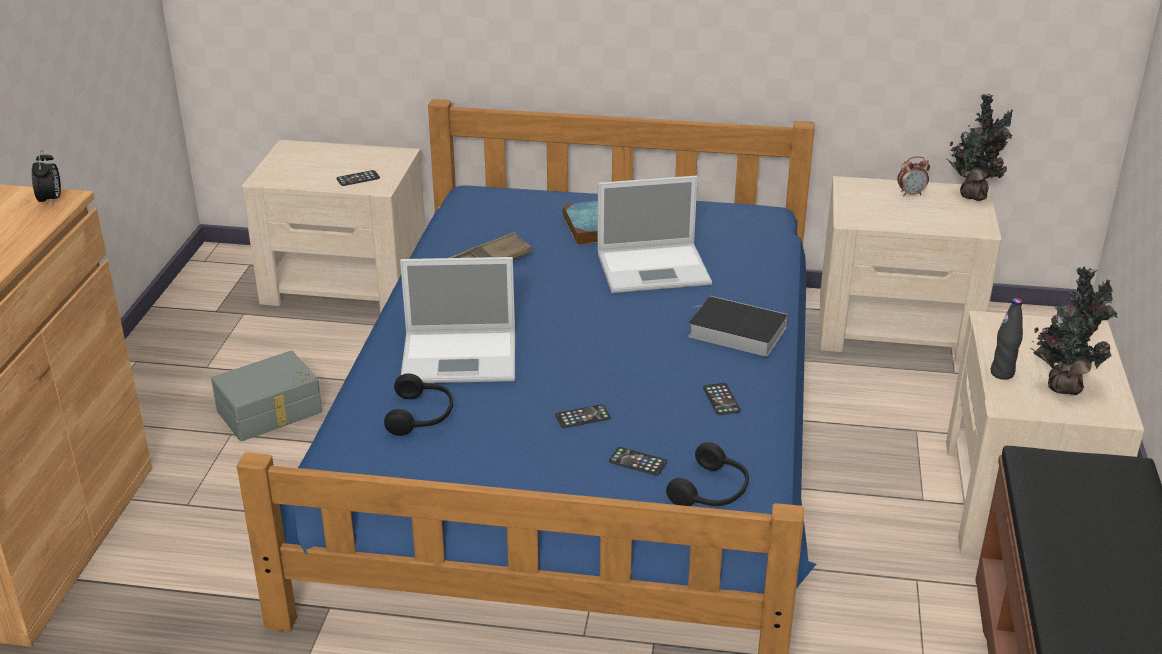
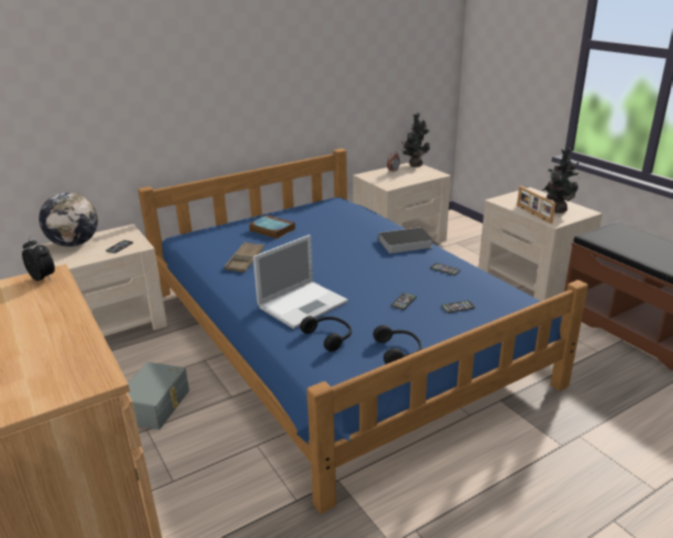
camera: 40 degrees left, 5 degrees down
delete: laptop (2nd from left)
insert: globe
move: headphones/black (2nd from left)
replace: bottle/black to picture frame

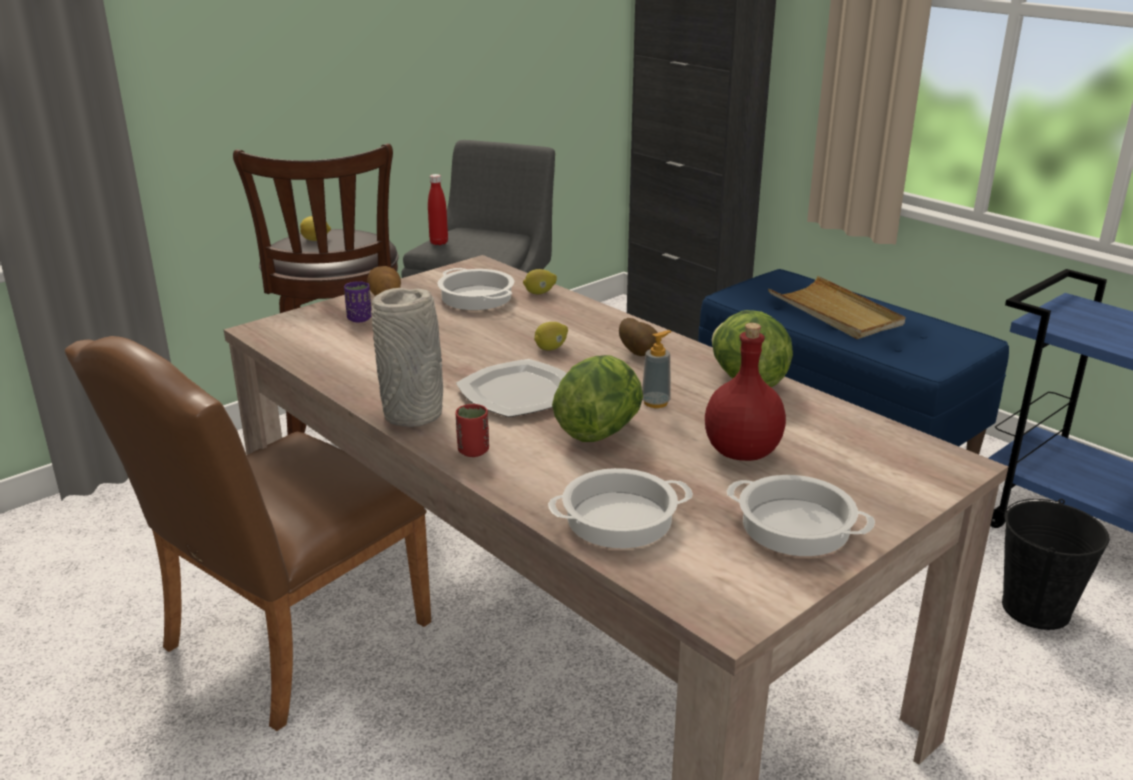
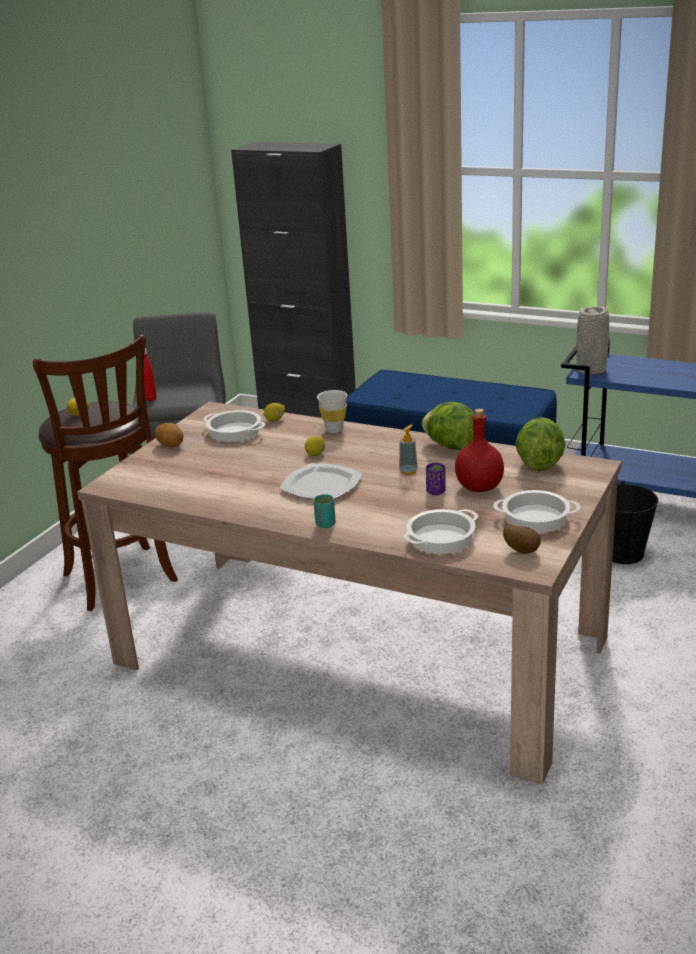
camera: 20 degrees left, 0 degrees up
delete: chair/brown; tray/beige
insert: cup/white
move: cup/purple; vase/grey; lettuce (1st from left in the first image) to lettuce (2nd from left); potato (2nd from left)
recolor: cup/red to cup/turquoise

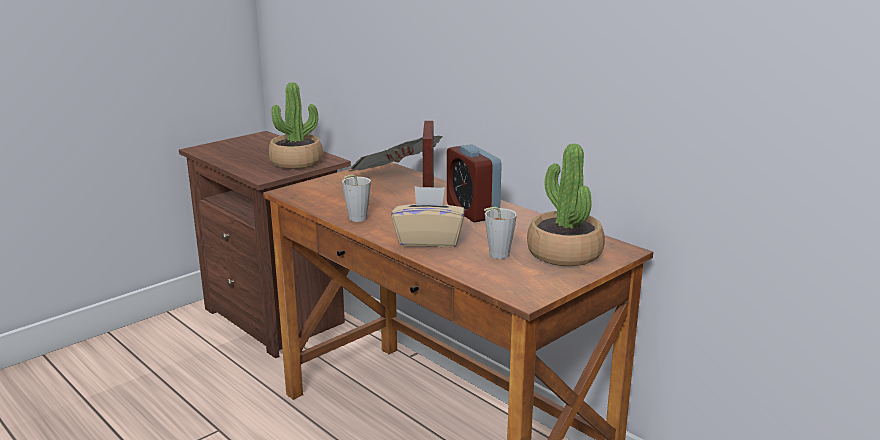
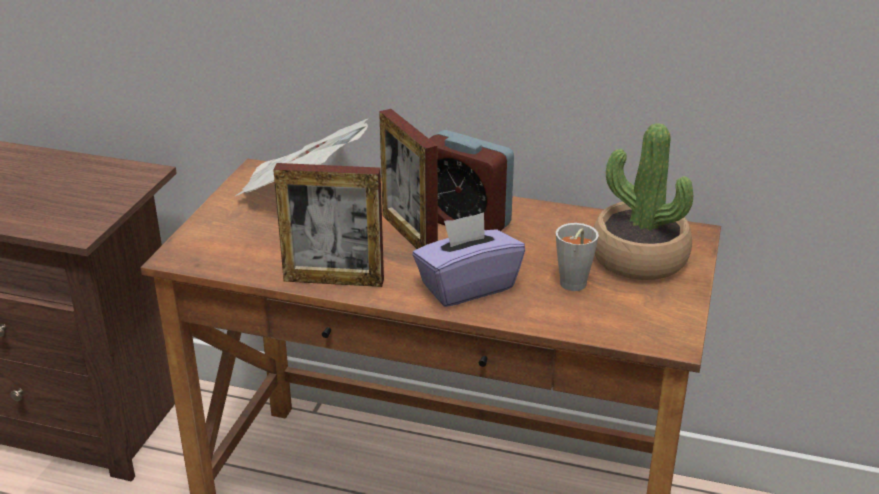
camera: 30 degrees left, 10 degrees up
delete: potted plant (1st from left)
replace: cup/grey (1st from left) to picture frame (1st from left)
recolor: tissue box/beige to tissue box/purple

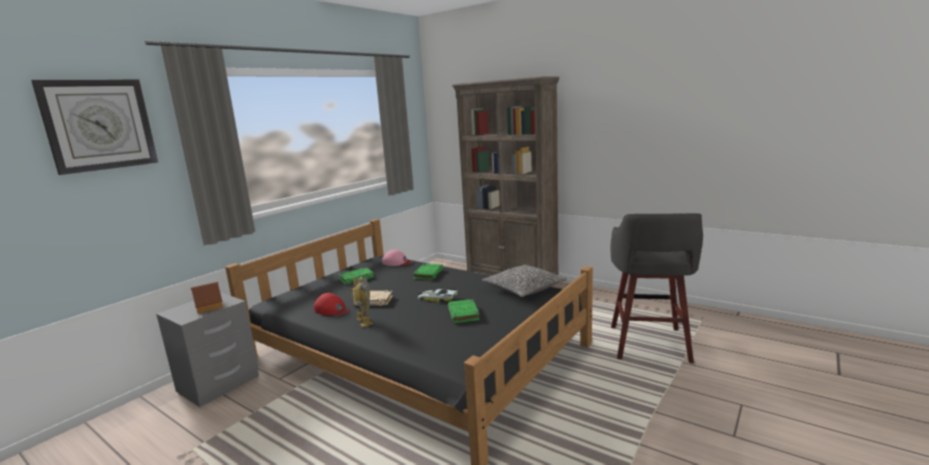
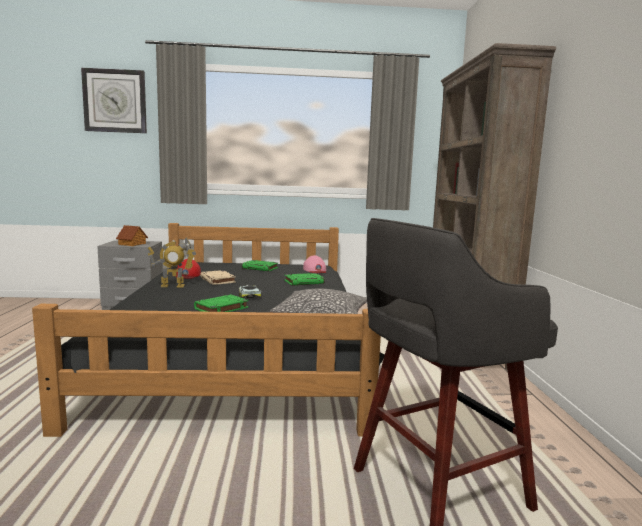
camera: 50 degrees right, 5 degrees down
rotate: toy robot 120 degrees counterclockwise

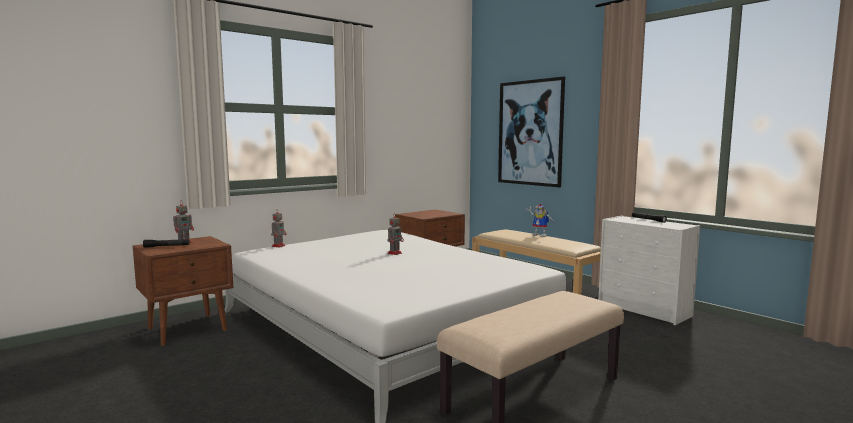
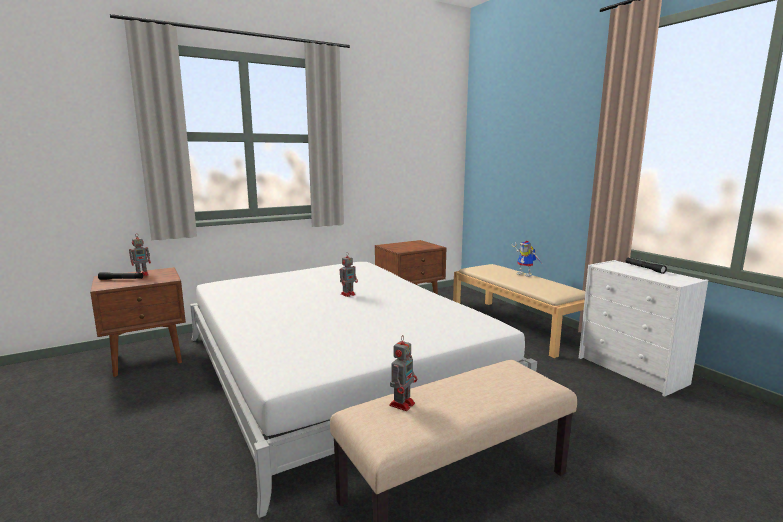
camera: 10 degrees right, 5 degrees up
delete: picture
move: toy robot (2nd from left in the first image) to toy robot (3rd from left)

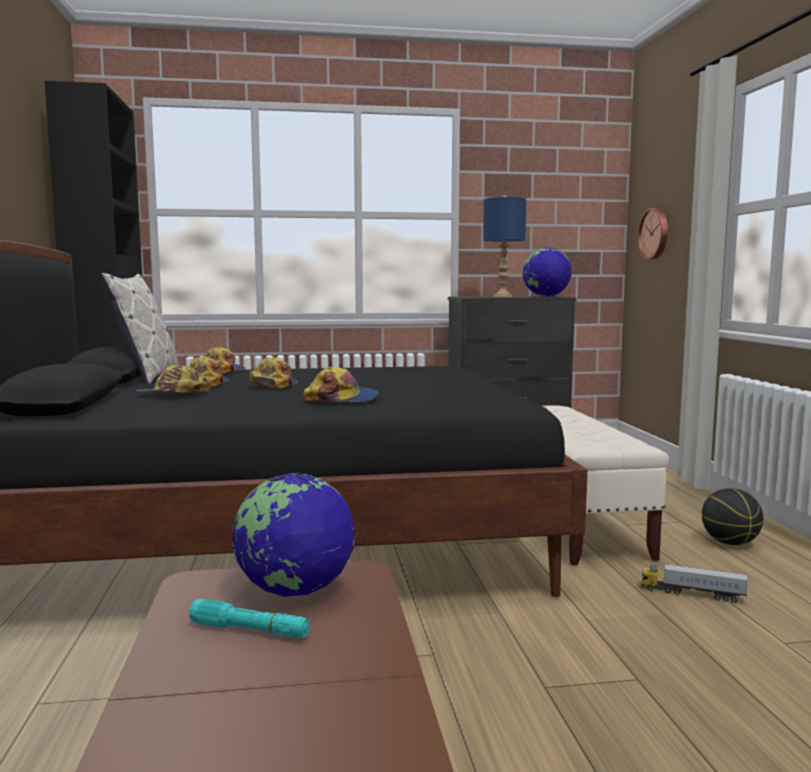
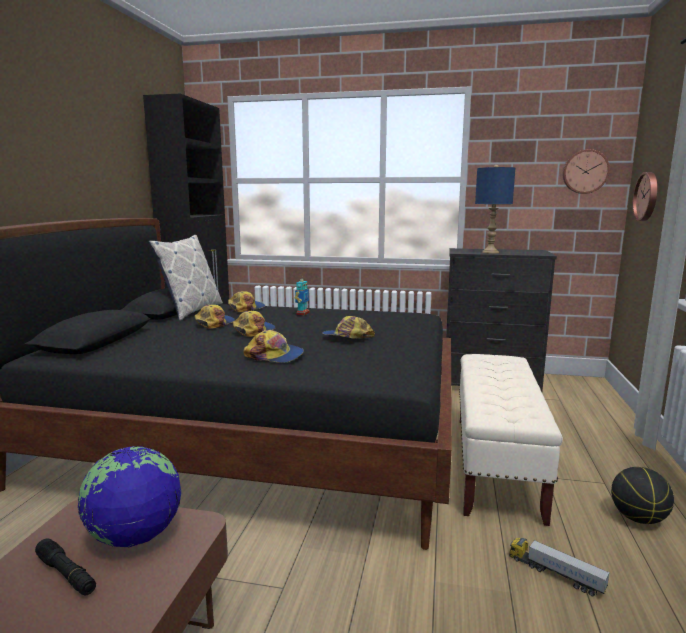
camera: 20 degrees right, 5 degrees up
delete: globe (2nd from left)
insert: toy robot; wall clock (1st from left)
move: cap (1st from left in the first image) to cap (5th from left)
recolor: flashlight/turquoise to flashlight/black

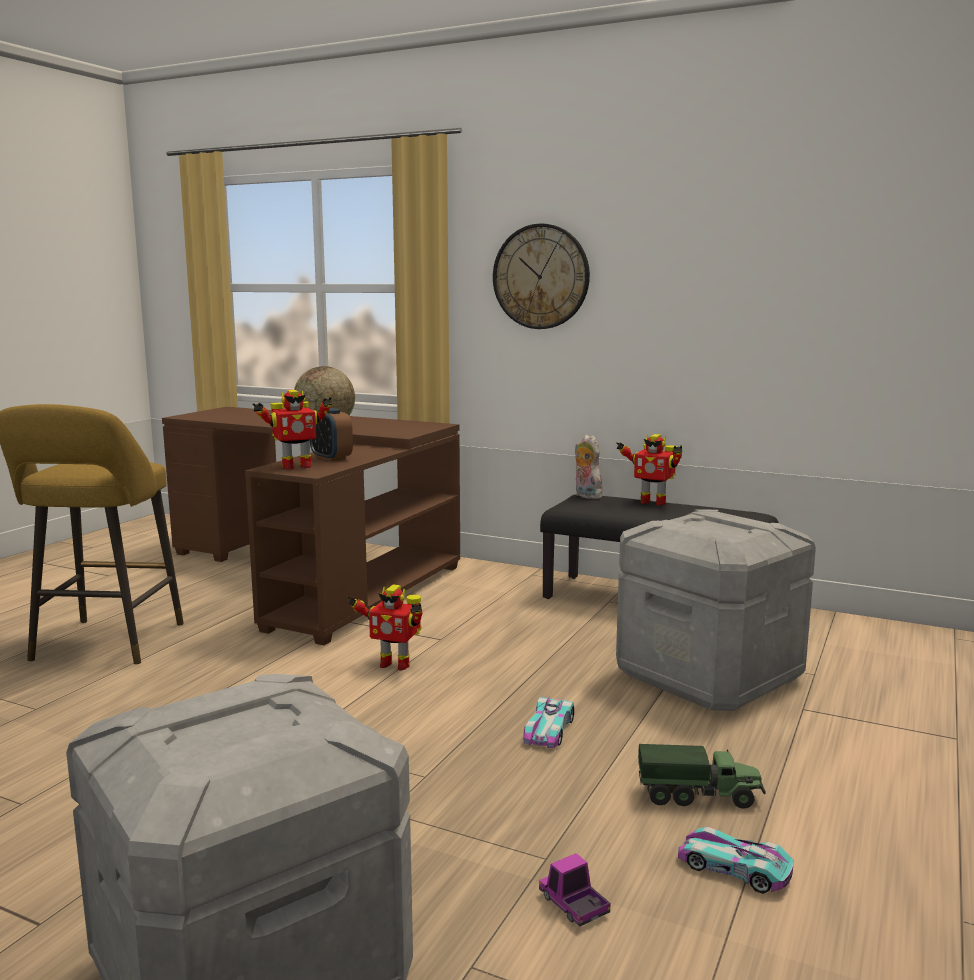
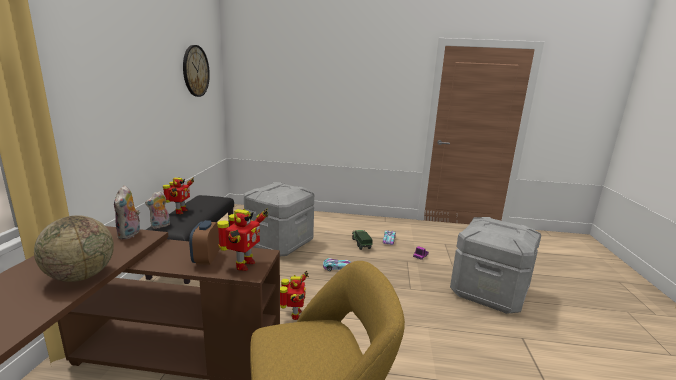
camera: 110 degrees left, 5 degrees up
insert: plush toy (1st from left)
move: wall clock
rotate: toy robot (1st from left in the first image) 60 degrees clockwise; alarm clock 150 degrees clockwise

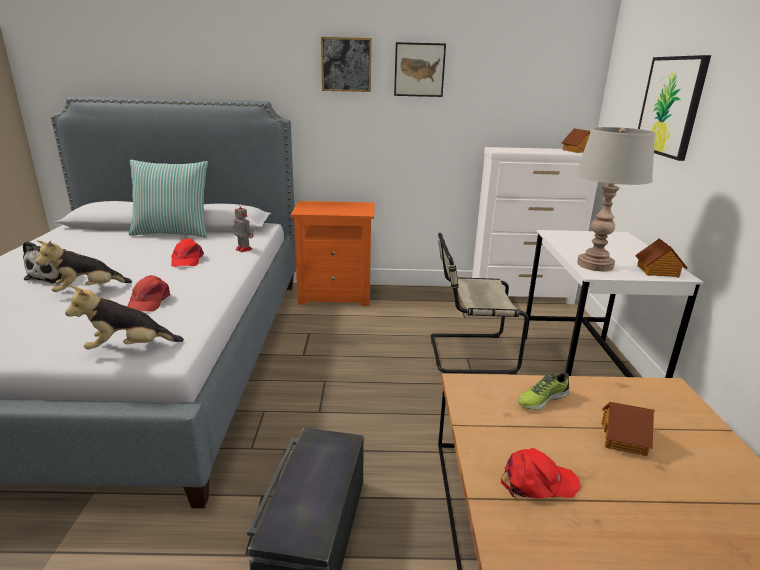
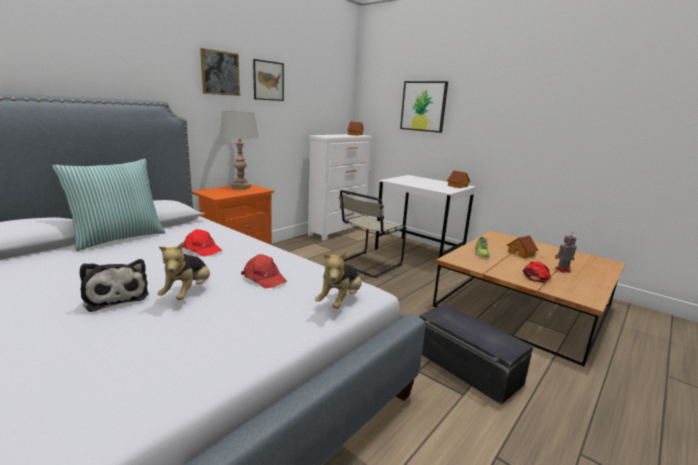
camera: 50 degrees left, 5 degrees down
move: toy robot; table lamp/grey

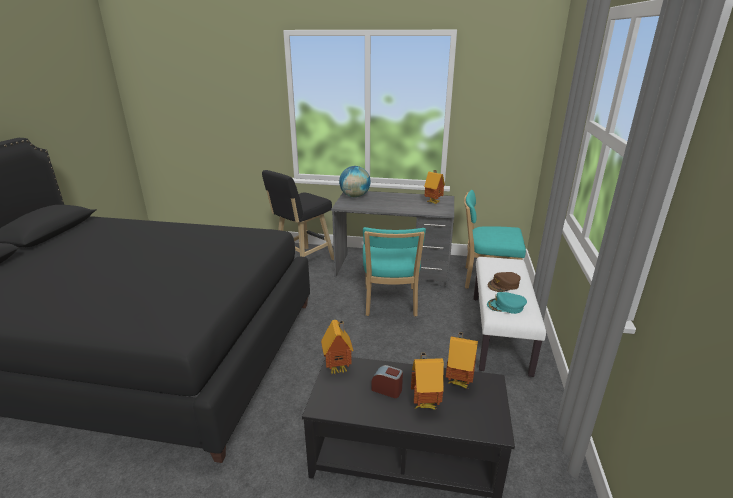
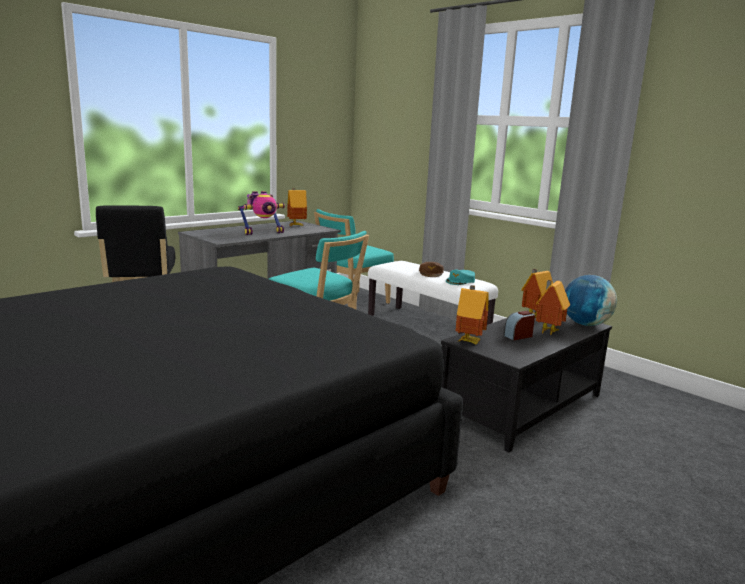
camera: 55 degrees left, 10 degrees down
insert: toy robot
move: globe

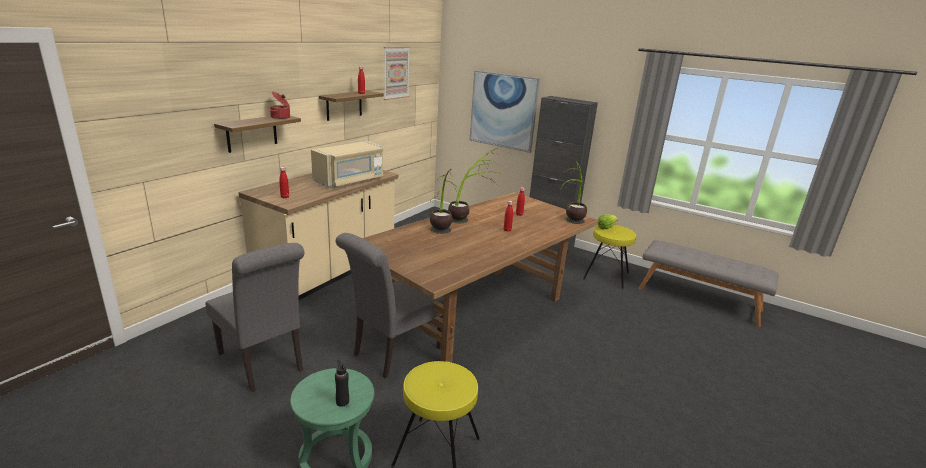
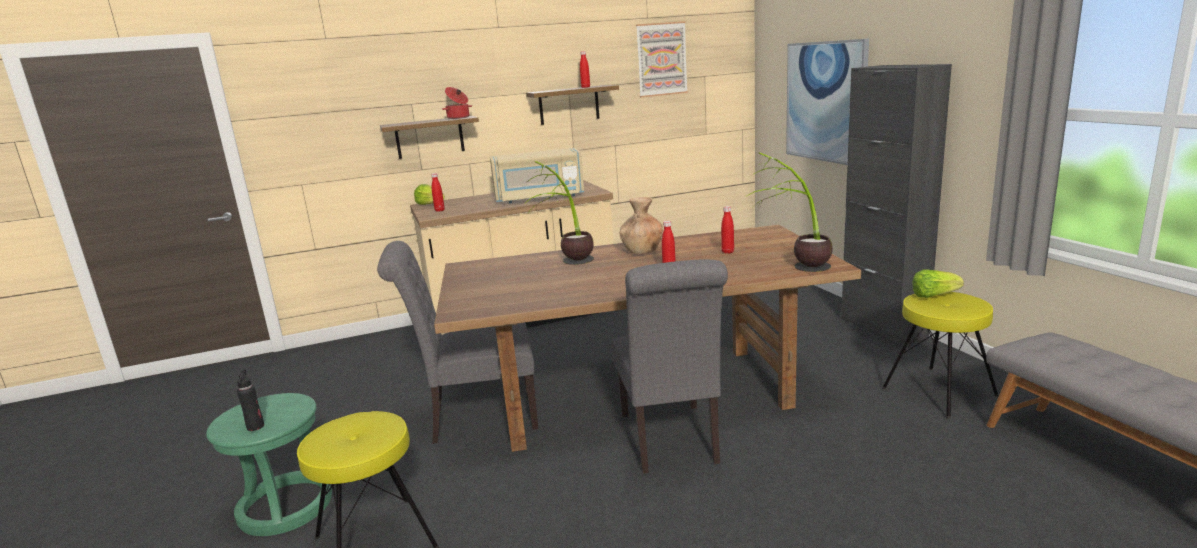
camera: 40 degrees right, 5 degrees down
insert: lettuce (1st from left)
move: chair/grey (1st from left in the first image) to chair/grey (2nd from left)
replace: potted plant (2nd from left) to vase/brown

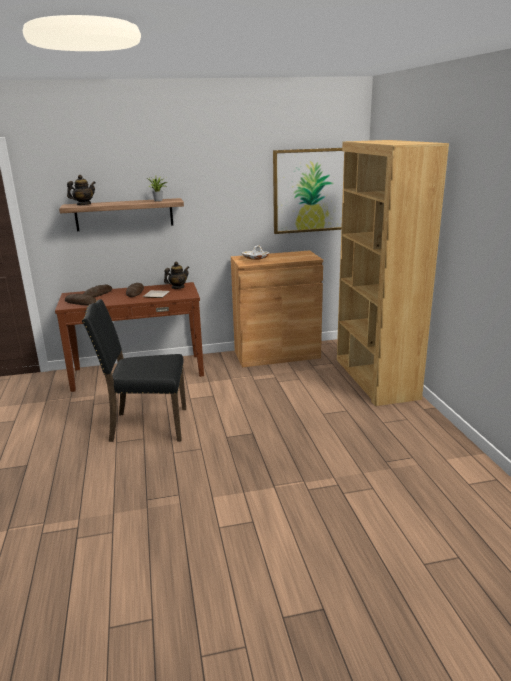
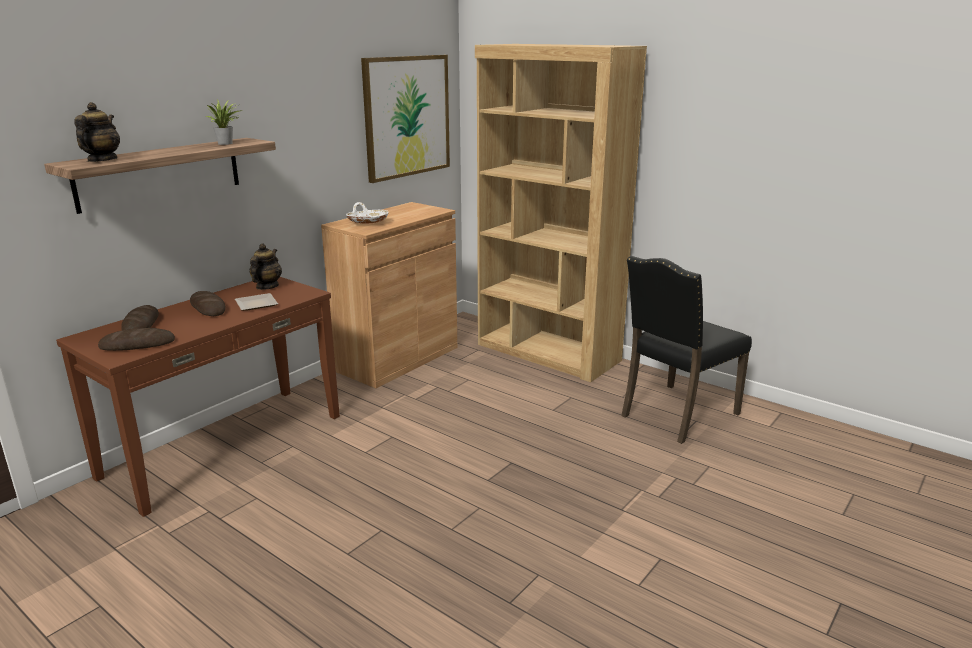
camera: 40 degrees left, 0 degrees up
move: chair/black

